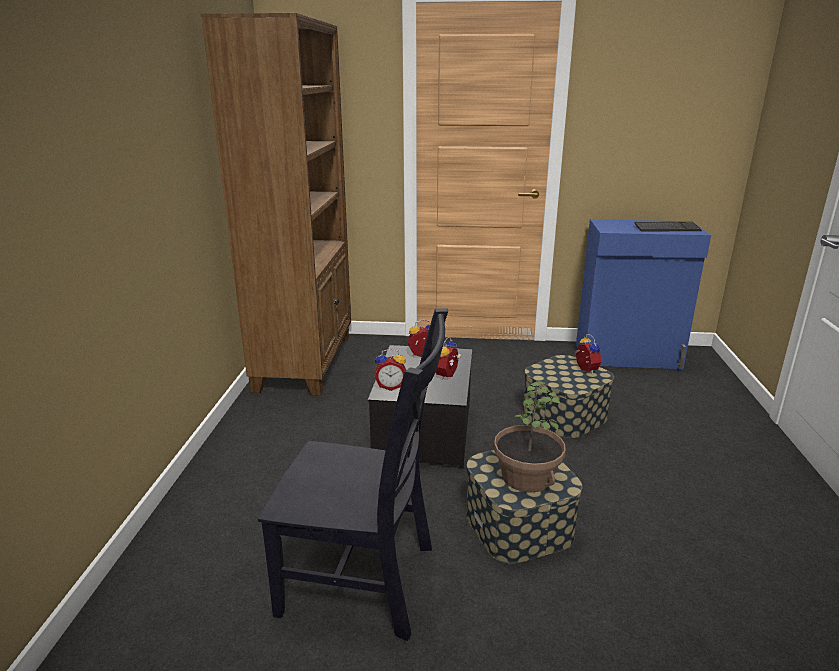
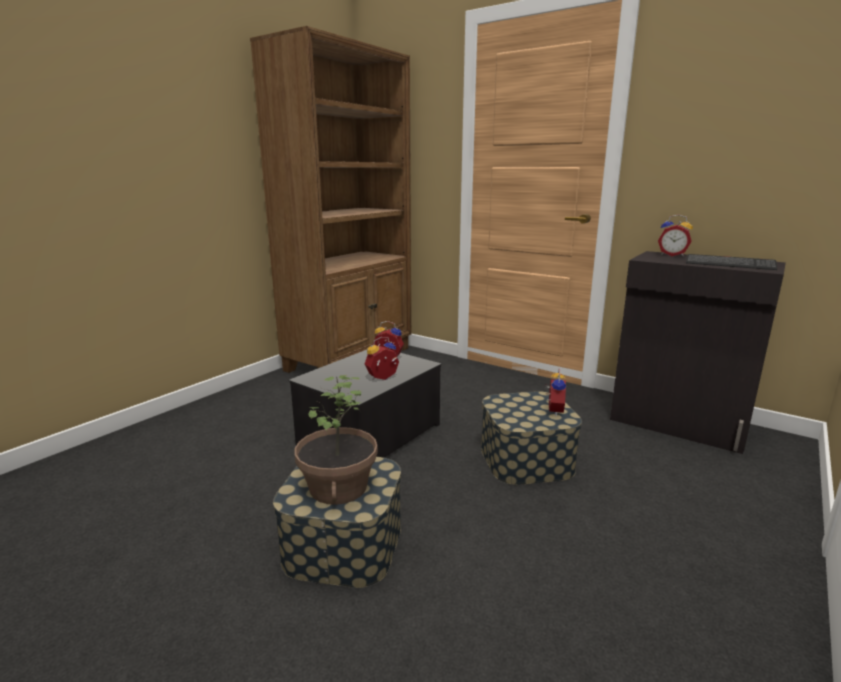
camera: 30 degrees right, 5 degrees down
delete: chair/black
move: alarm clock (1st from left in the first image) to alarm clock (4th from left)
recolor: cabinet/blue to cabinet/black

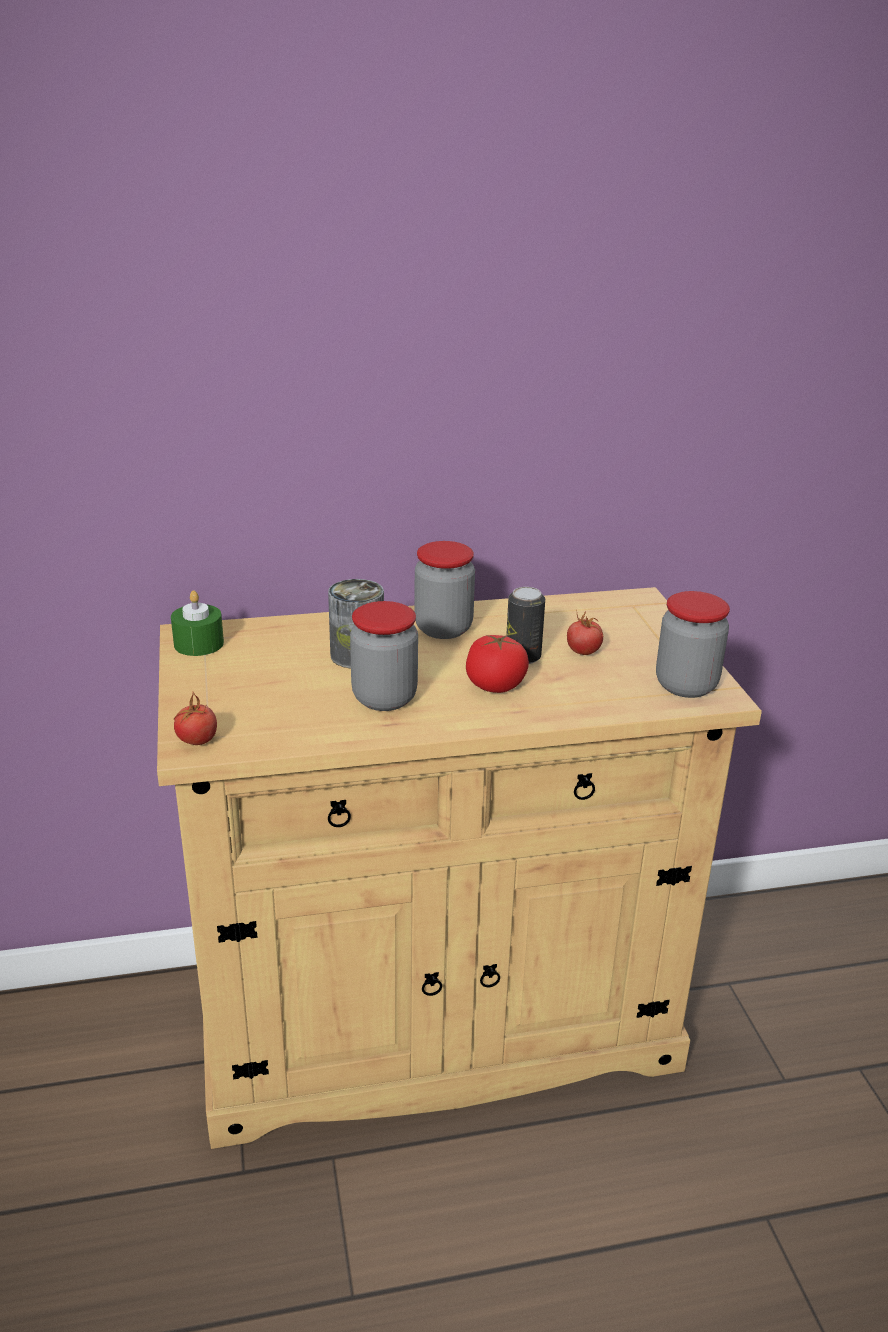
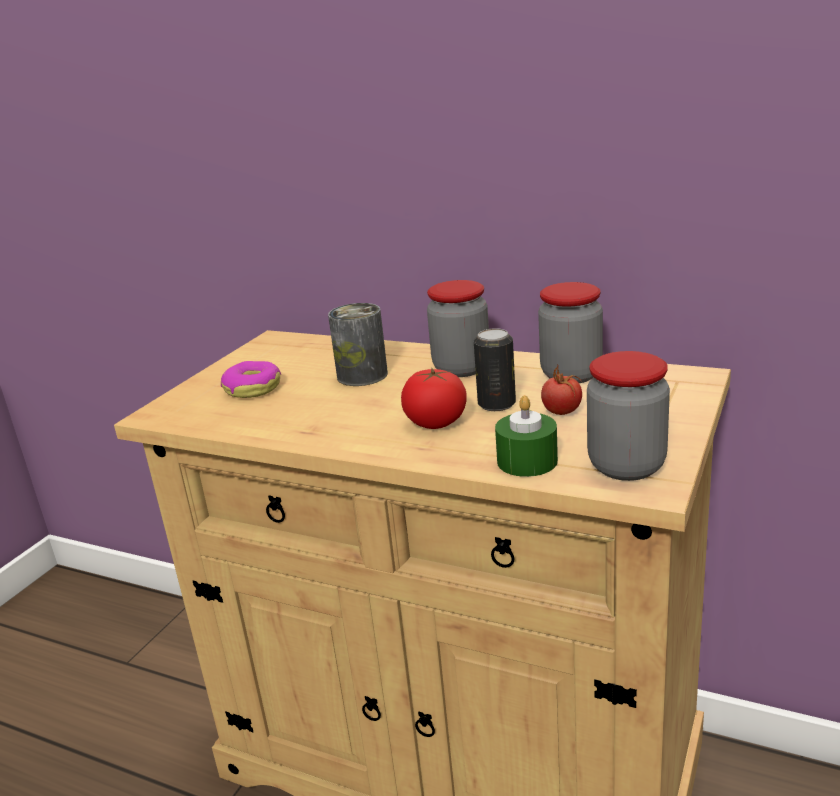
camera: 40 degrees right, 5 degrees down
delete: tomato (1st from left)
insert: donut
move: candle/green; jar (1st from left in the first image) to jar (2nd from left)

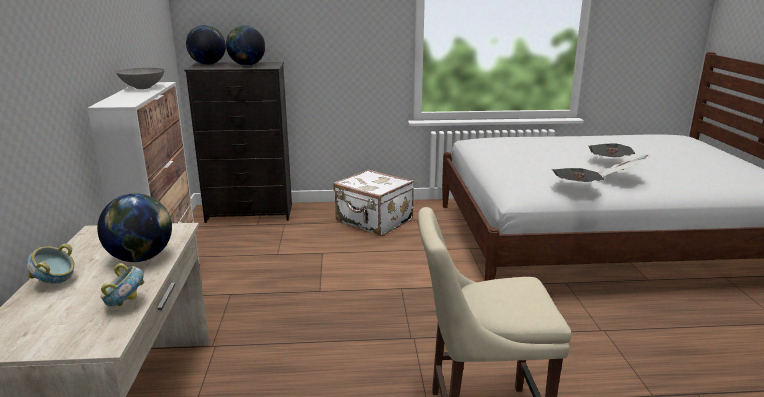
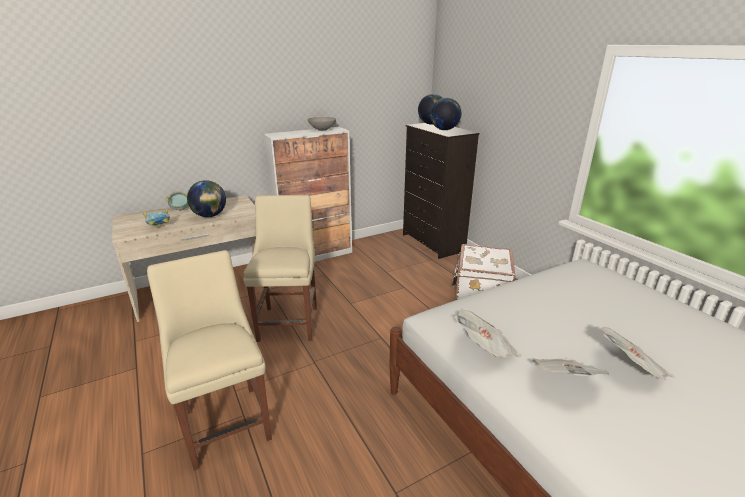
camera: 65 degrees right, 5 degrees up
insert: chair/beige (2nd from left)

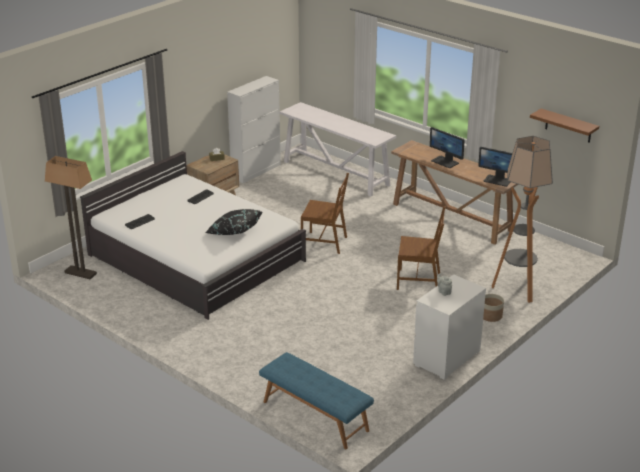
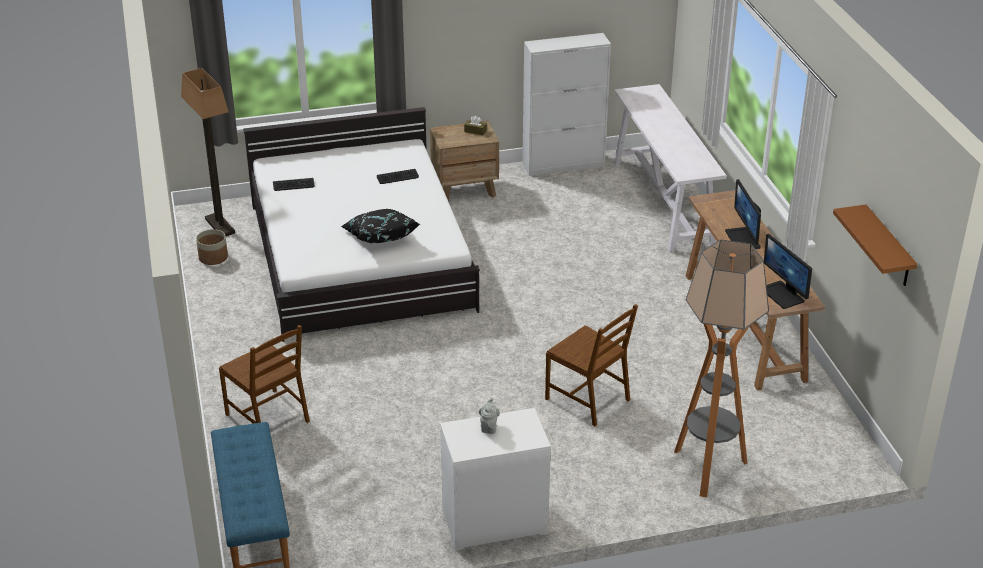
camera: 35 degrees right, 5 degrees up
move: chair/brown (1st from left); planter

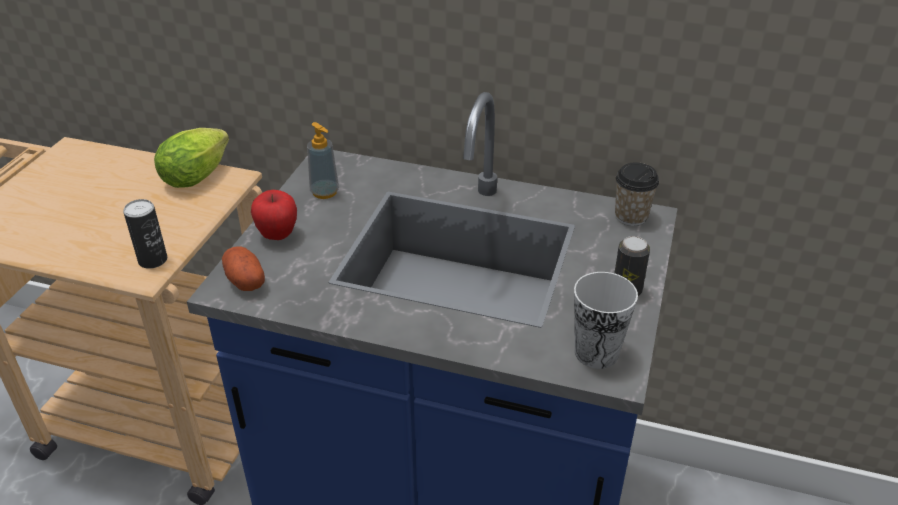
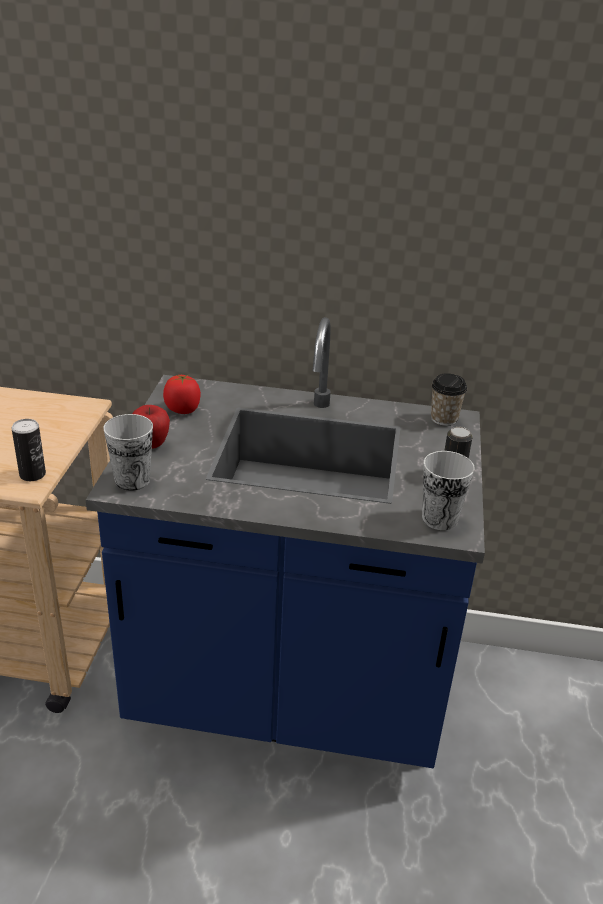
camera: 10 degrees left, 5 degrees down
delete: lettuce
replace: potato to cup (1st from left); soap dispenser to tomato

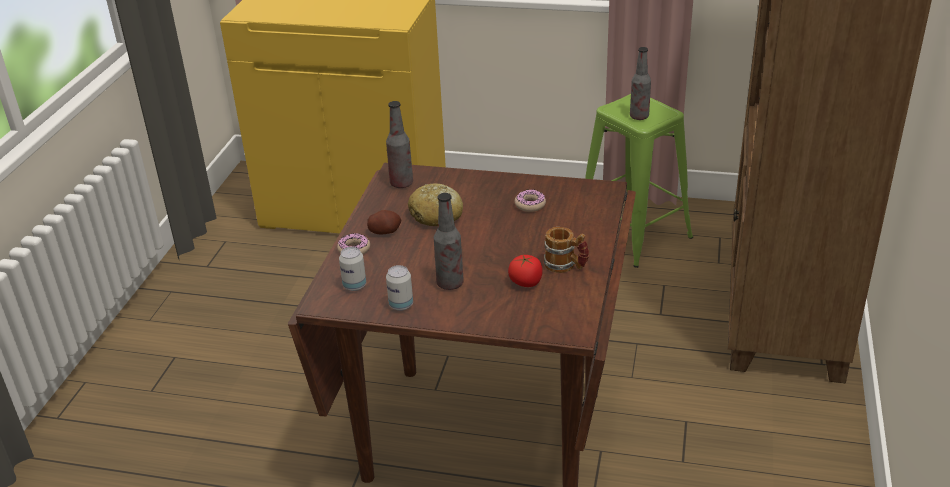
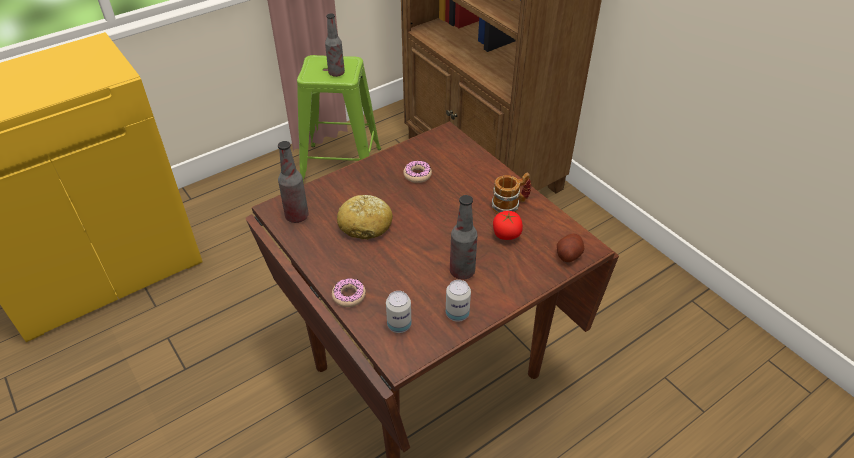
camera: 50 degrees left, 10 degrees up
move: potato

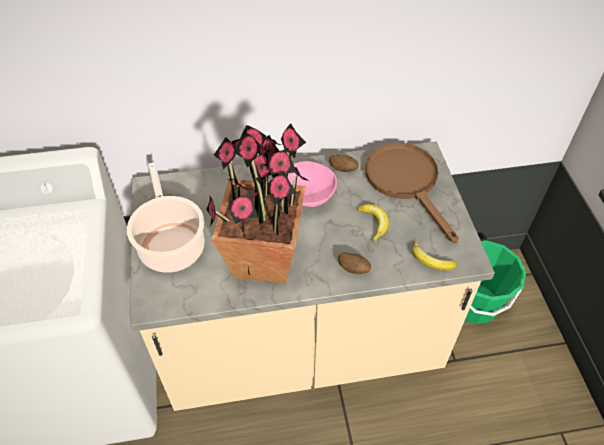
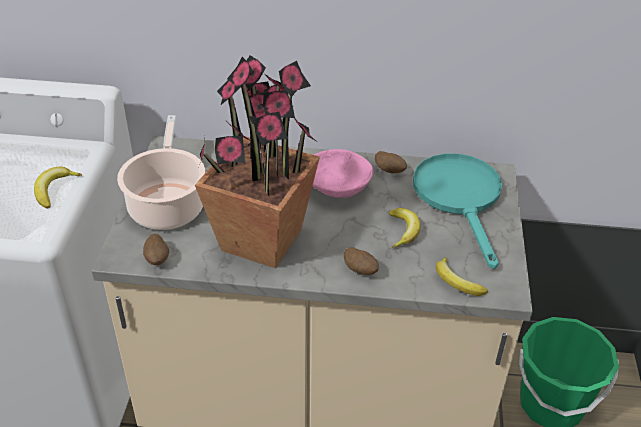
camera: 15 degrees right, 10 degrees down
insert: banana (1st from left); potato (1st from left)
recolor: frying pan/brown to frying pan/turquoise

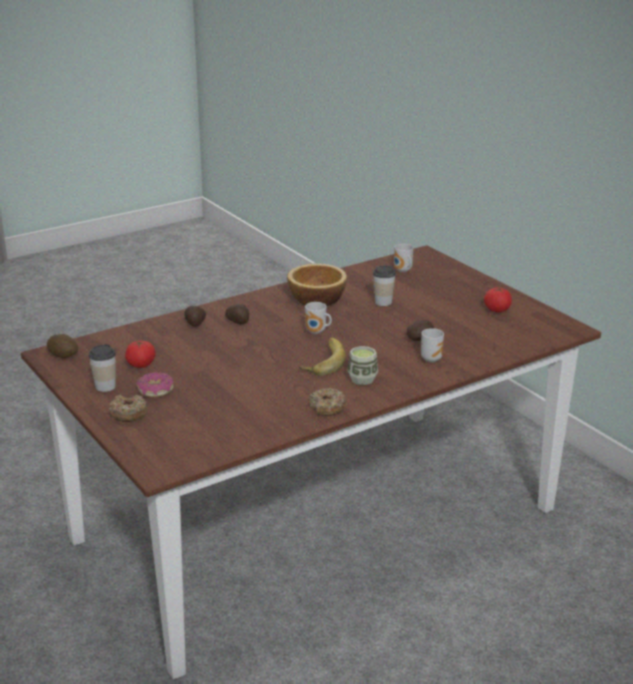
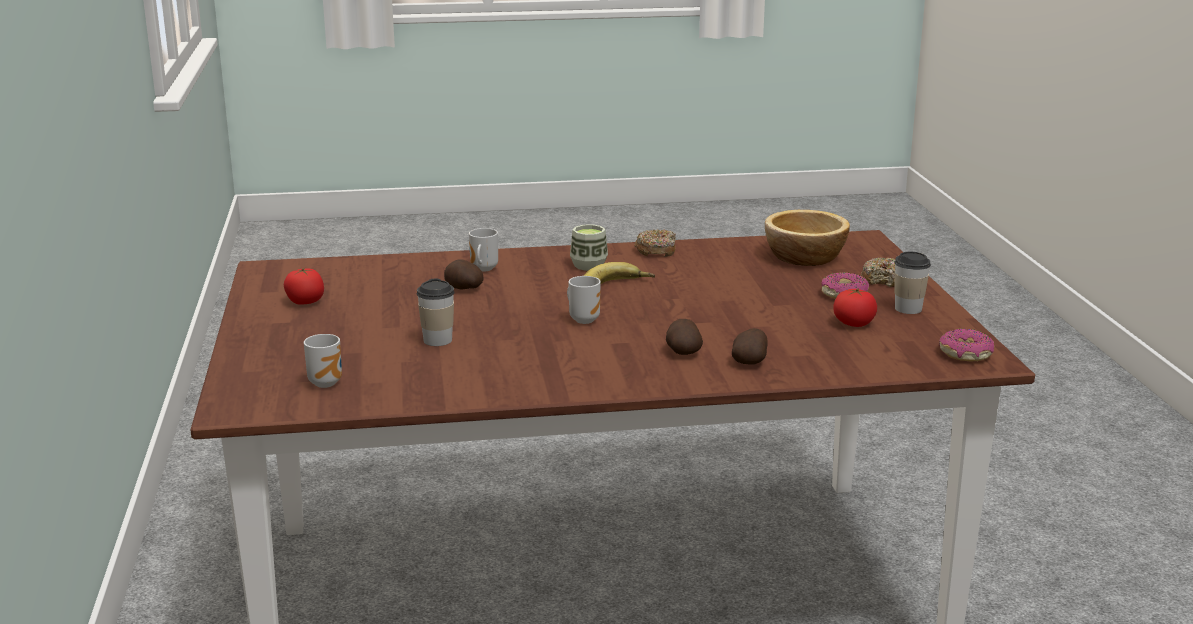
camera: 155 degrees left, 5 degrees down
move: bowl
replace: potato (1st from left) to donut (4th from left)

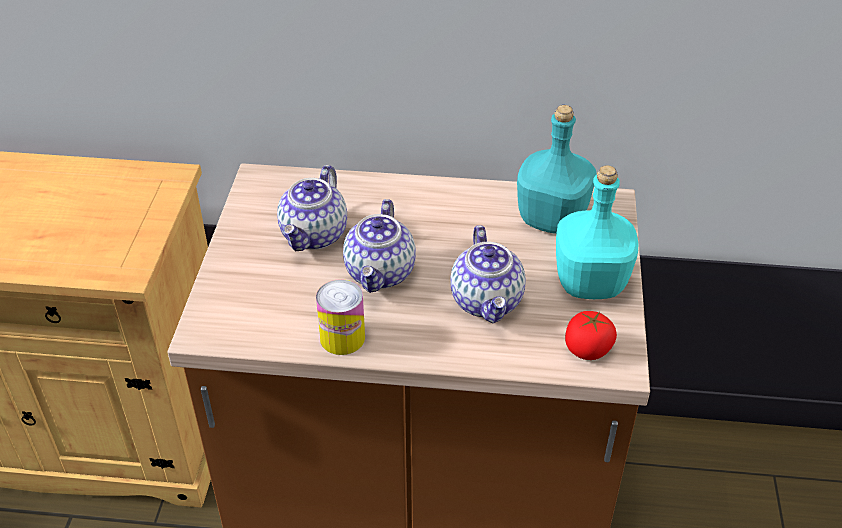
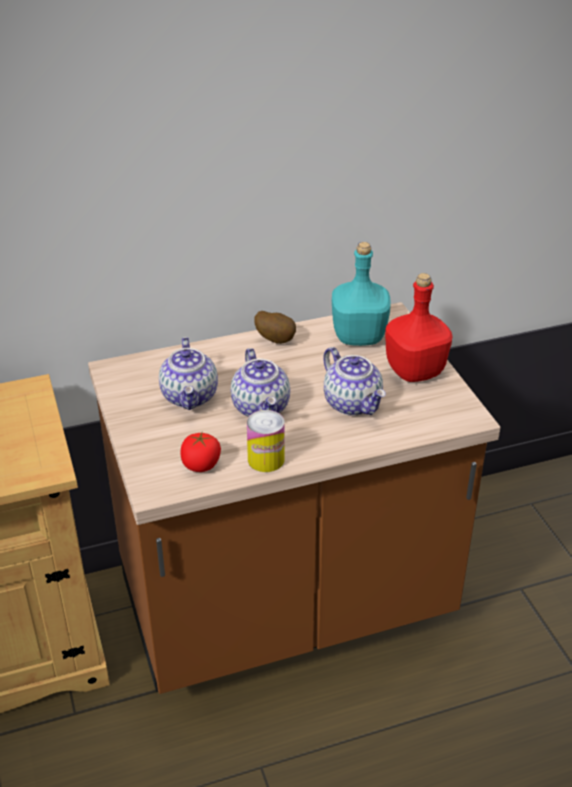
camera: 25 degrees left, 5 degrees down
insert: potato
move: tomato
recolor: bottle/turquoise (2nd from left) to bottle/red

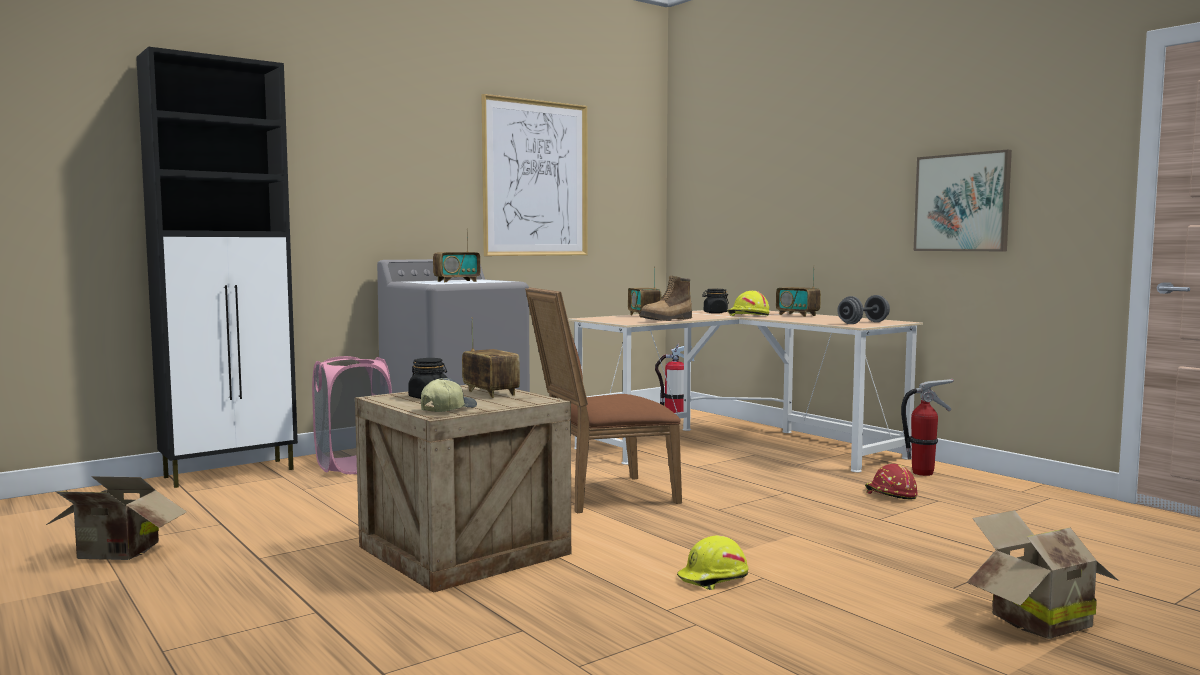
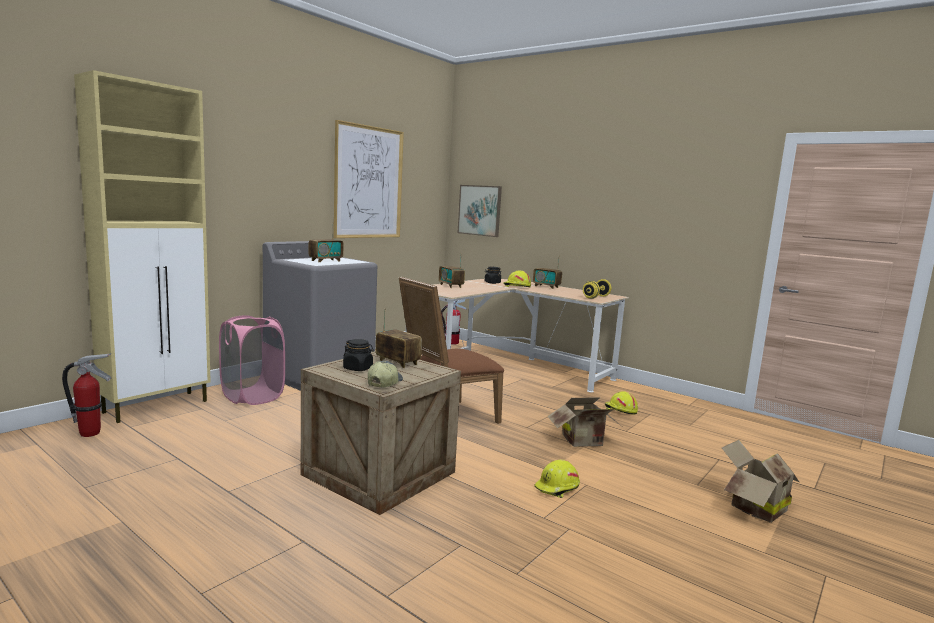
camera: 15 degrees left, 5 degrees up
delete: boot
move: cardboard box (1st from left); fire extinguisher (2nd from left in the first image) to fire extinguisher (1st from left); picture (2nd from left)
recolor: cabinet/black to cabinet/beige; dumbbell/grey to dumbbell/yellow; hard hat/red to hard hat/yellow (3rd from left)

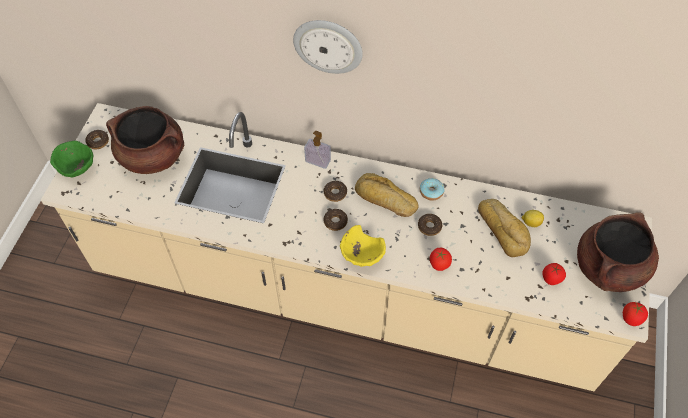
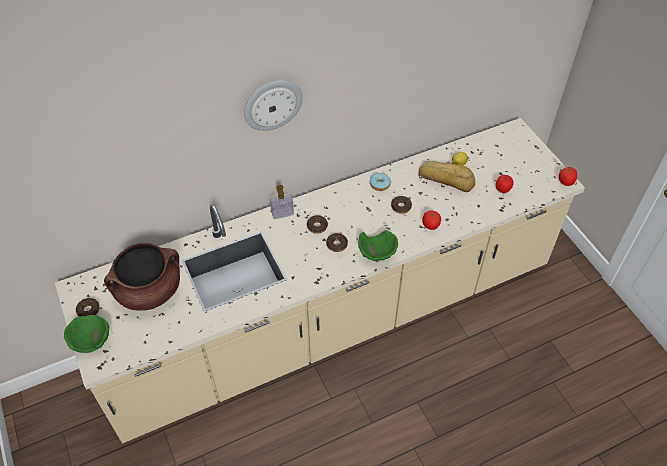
camera: 40 degrees left, 5 degrees down
delete: bread (1st from left); cooking pot/brown (2nd from left)
recolor: bowl/yellow to bowl/green (2nd from left)

